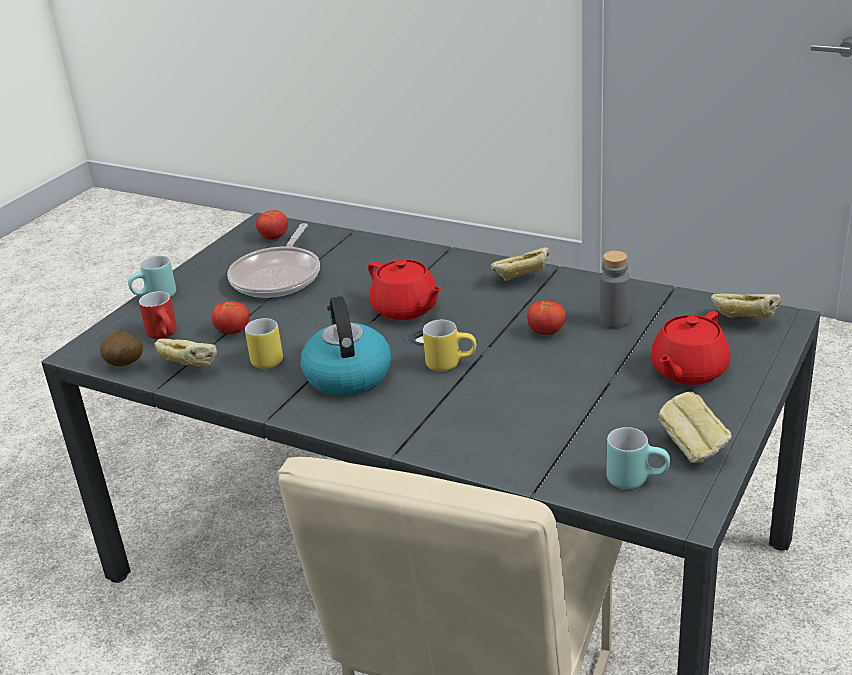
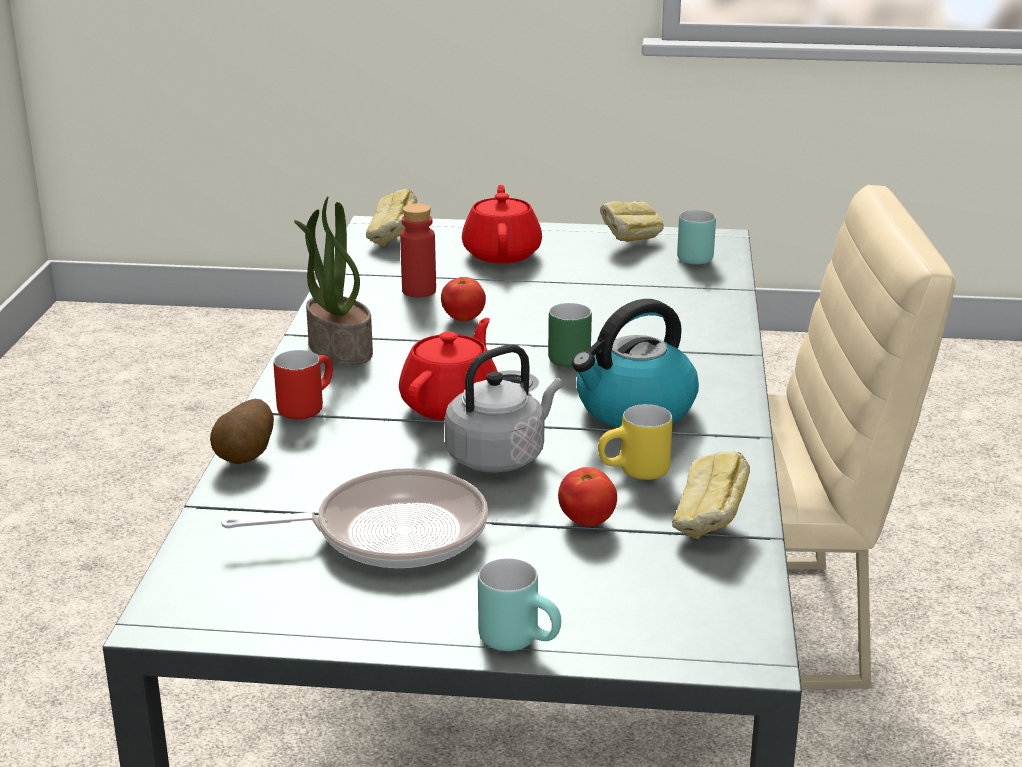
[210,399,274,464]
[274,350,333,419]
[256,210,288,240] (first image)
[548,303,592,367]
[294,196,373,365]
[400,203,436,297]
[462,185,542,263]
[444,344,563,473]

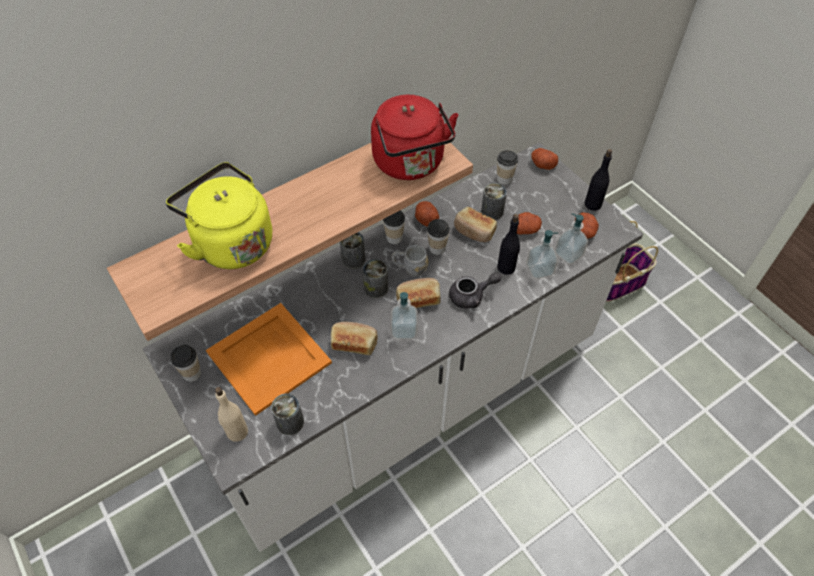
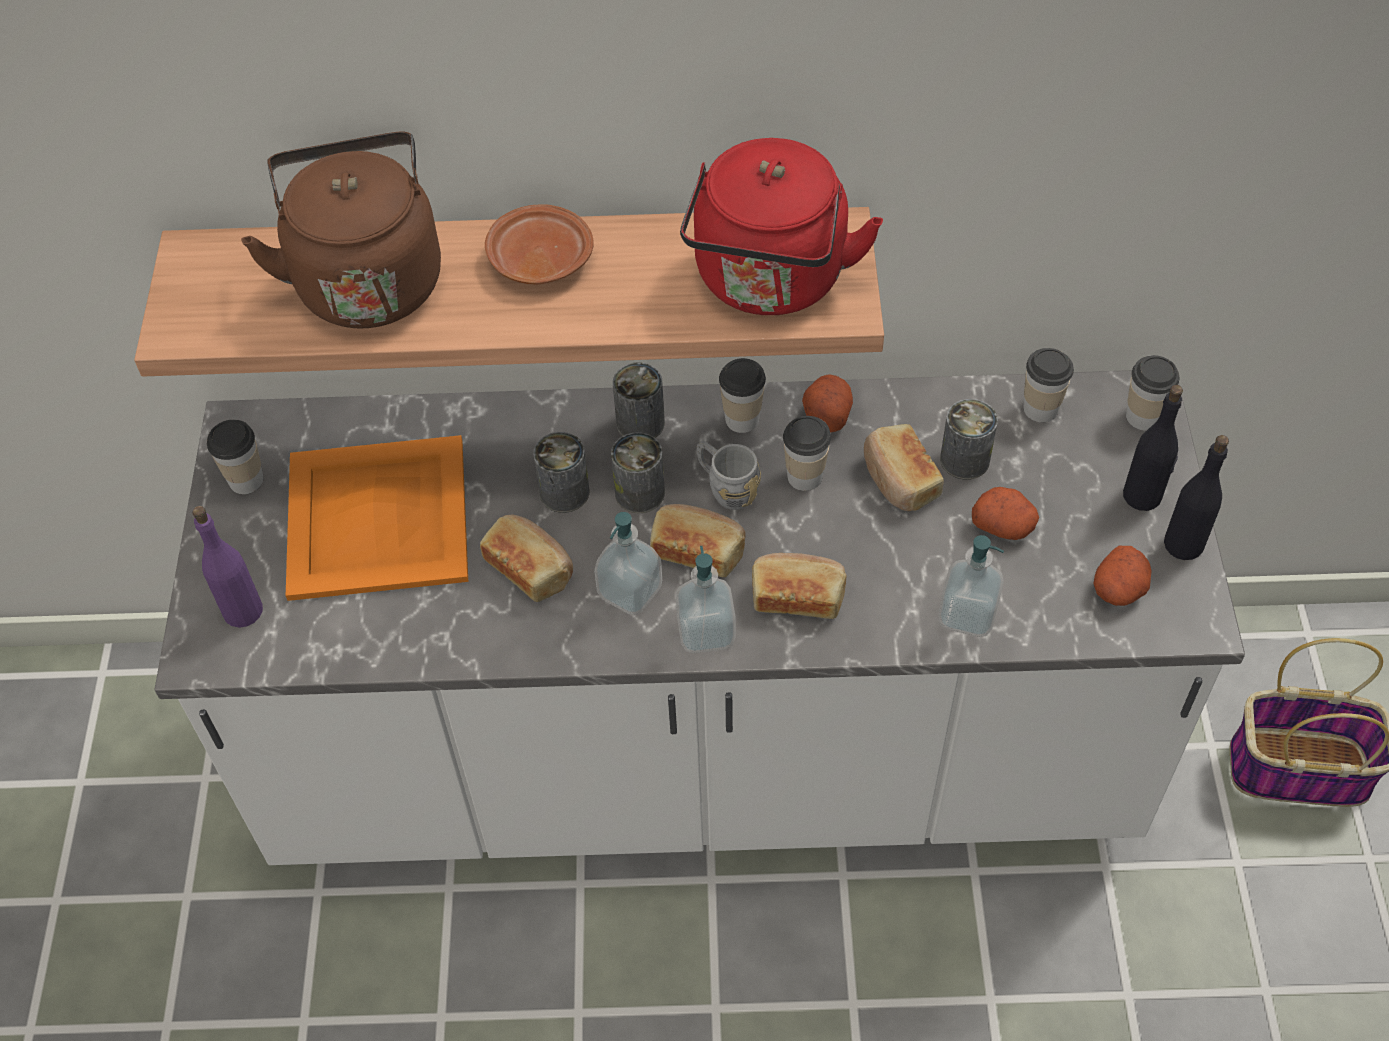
[241,132,441,329]
[192,506,263,628]
[533,432,590,513]
[752,553,846,619]
[1123,385,1183,511]
[1126,355,1179,430]
[676,546,736,653]
[485,204,594,285]

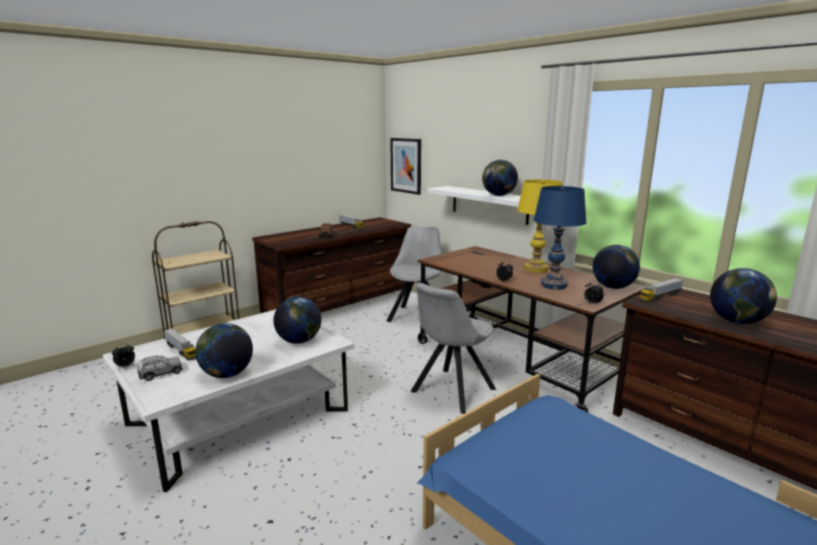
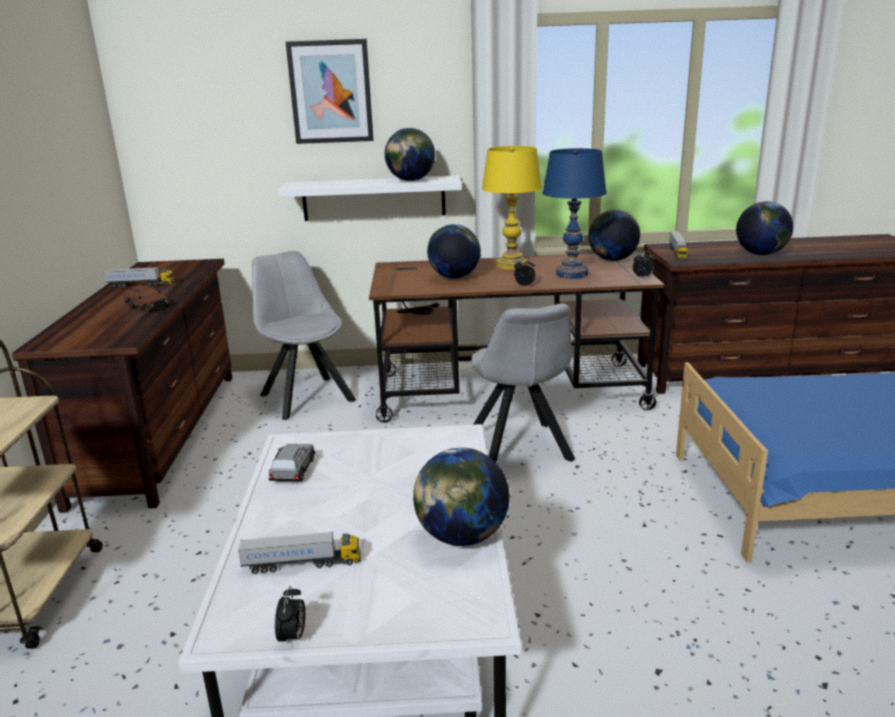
[269,444,315,481]
[427,224,481,279]
[286,39,374,144]

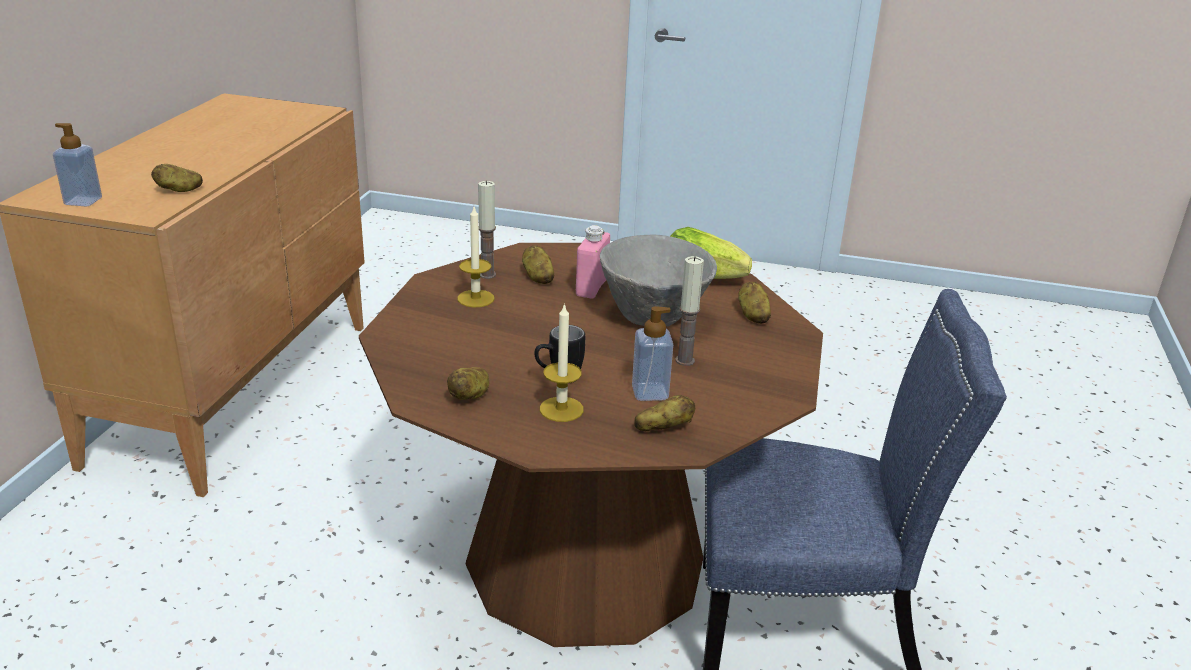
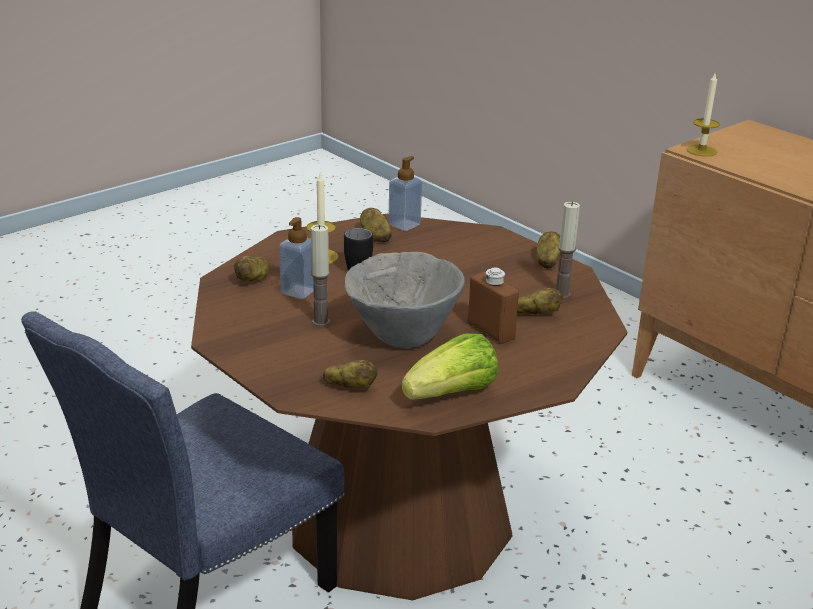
[388,156,422,231]
[536,231,560,269]
[686,74,720,157]
[468,268,519,344]

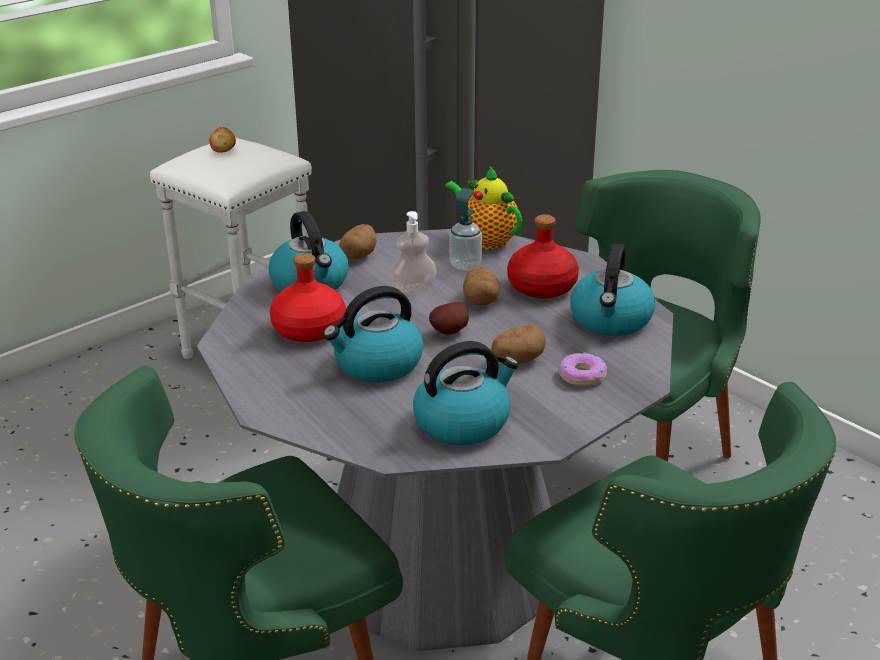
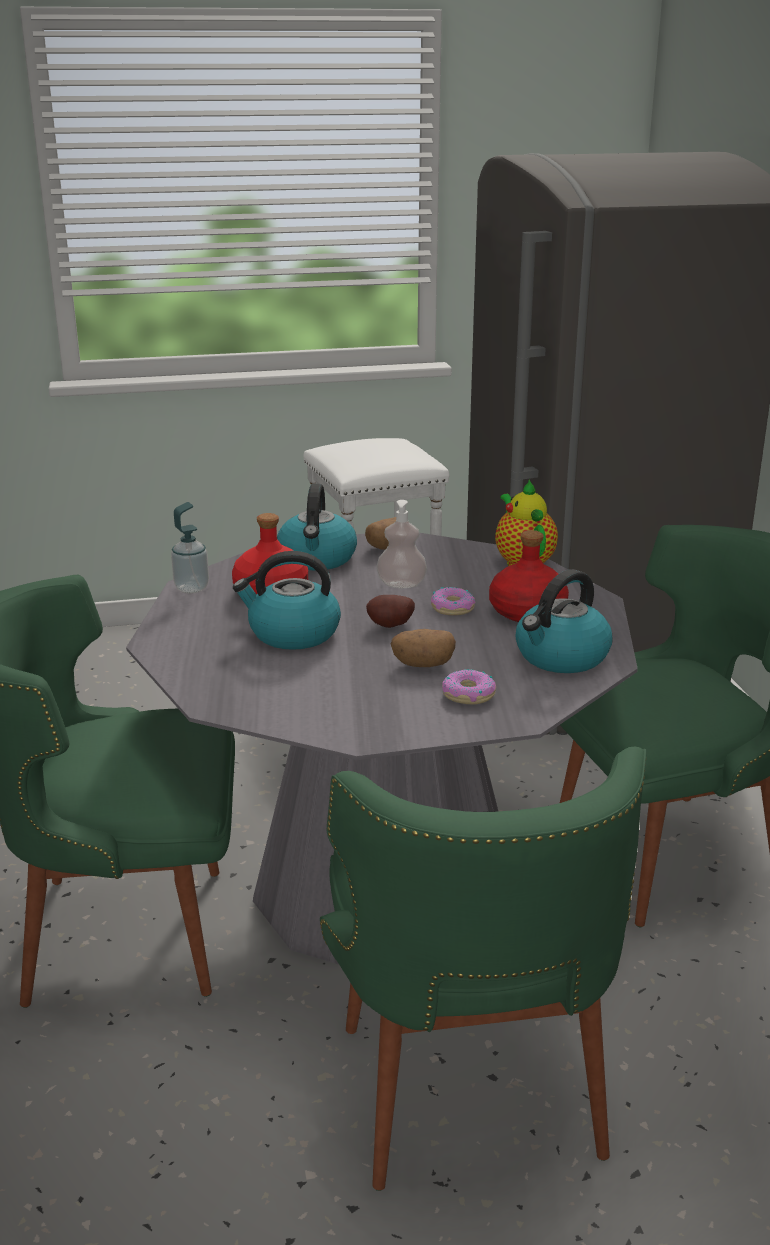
[210,127,236,153] (first image)
[413,341,519,446] (first image)
[171,502,209,593]
[431,587,475,615]

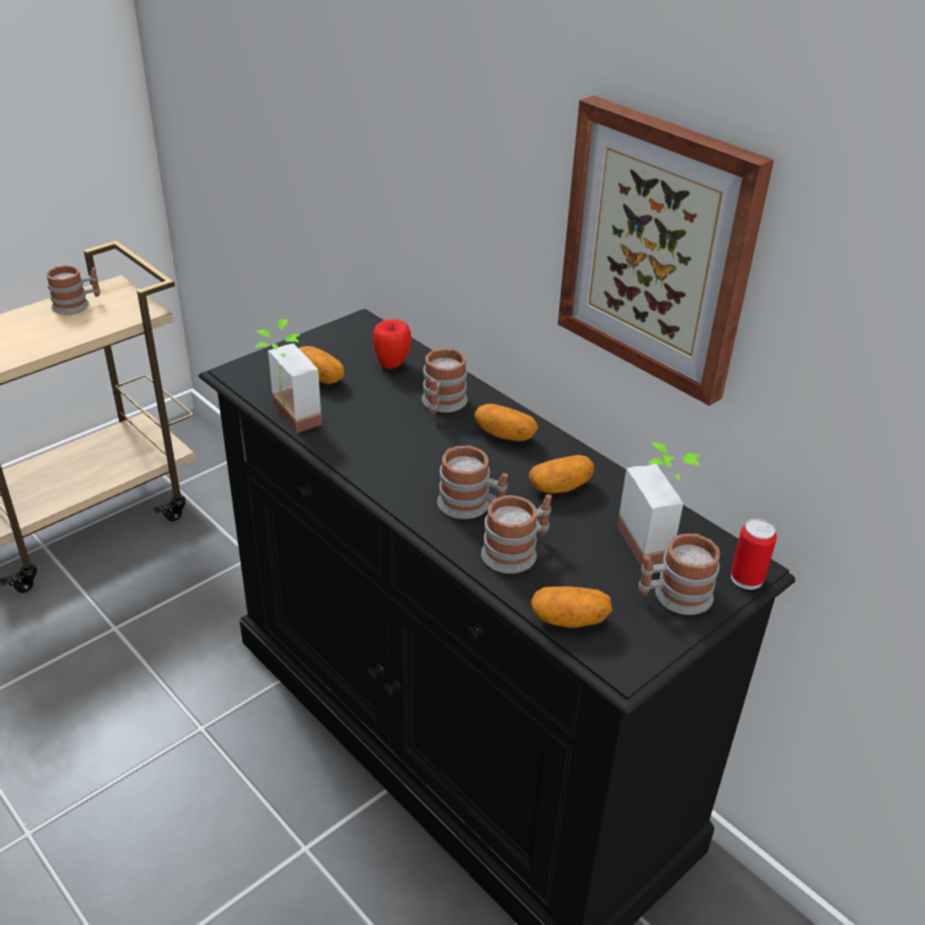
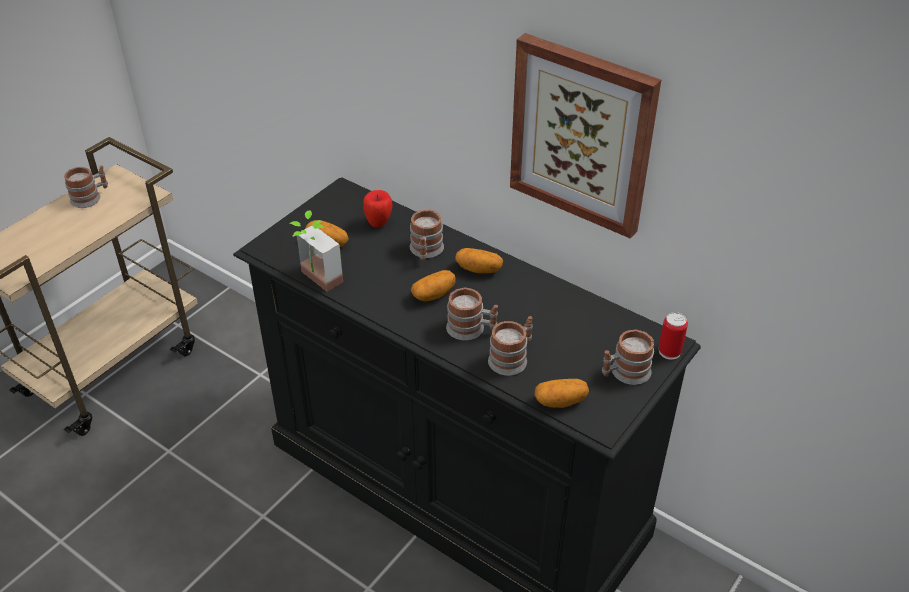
[411,270,456,301]
[617,443,700,567] (first image)

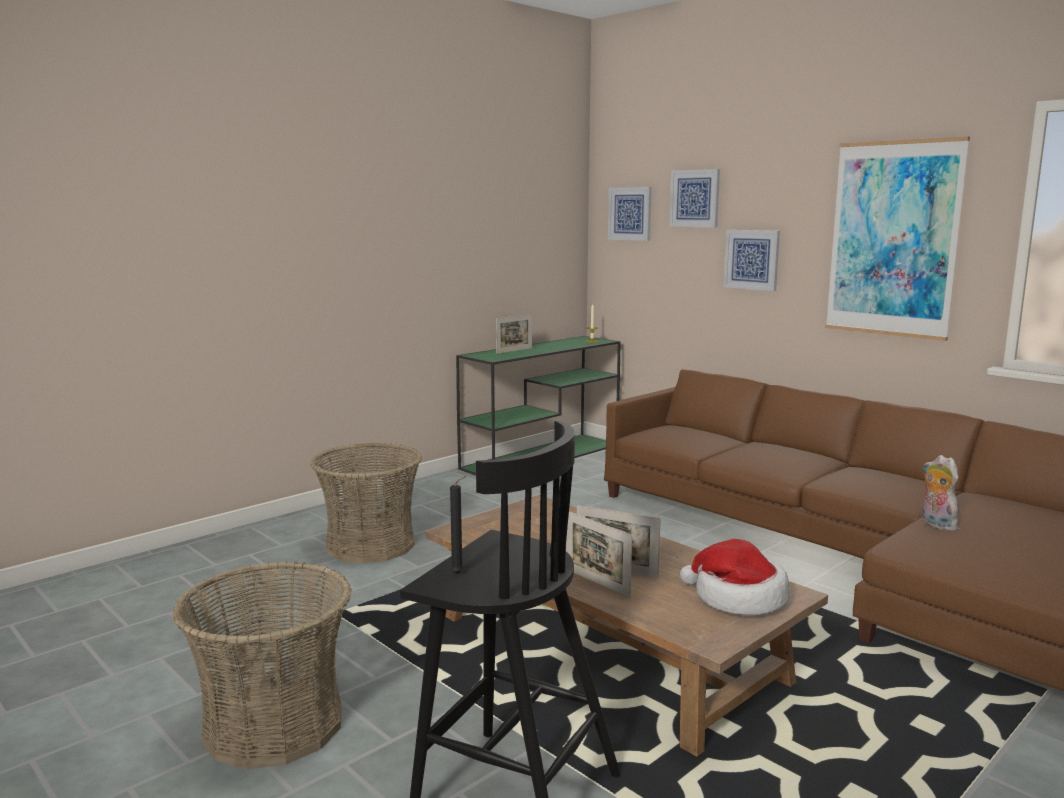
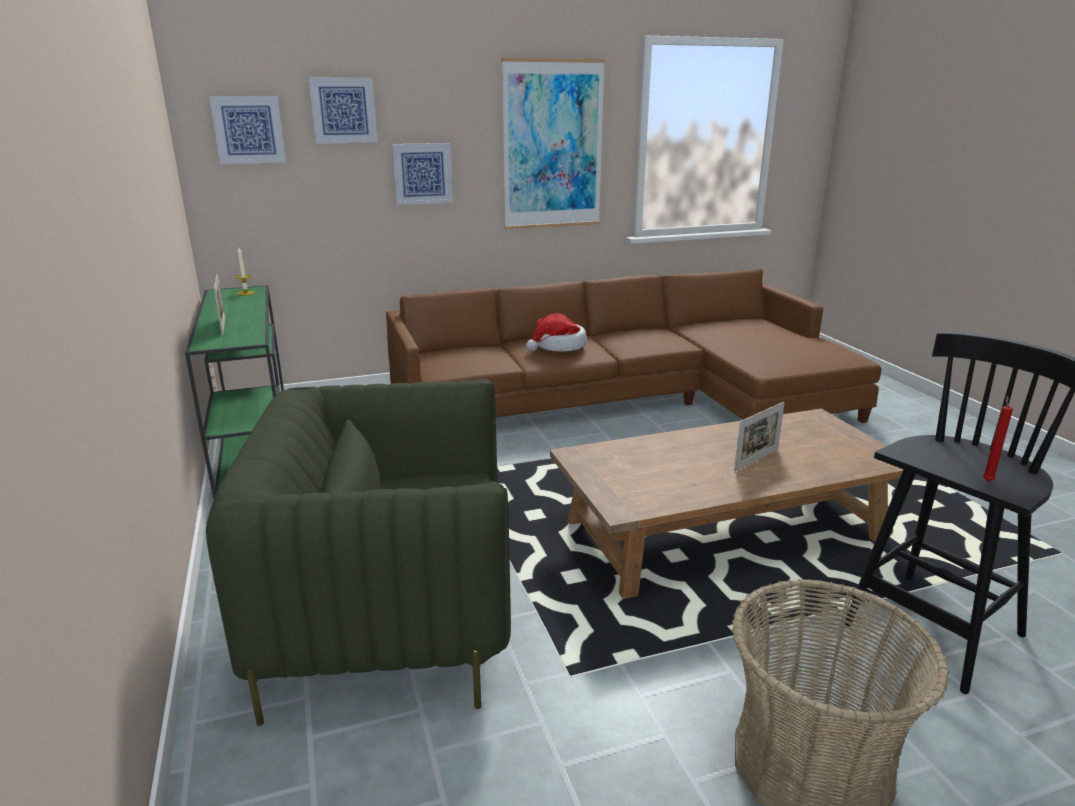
[206,379,511,726]
[983,396,1013,481]
[566,511,632,598] (first image)
[526,313,587,352]
[922,455,959,531] (first image)

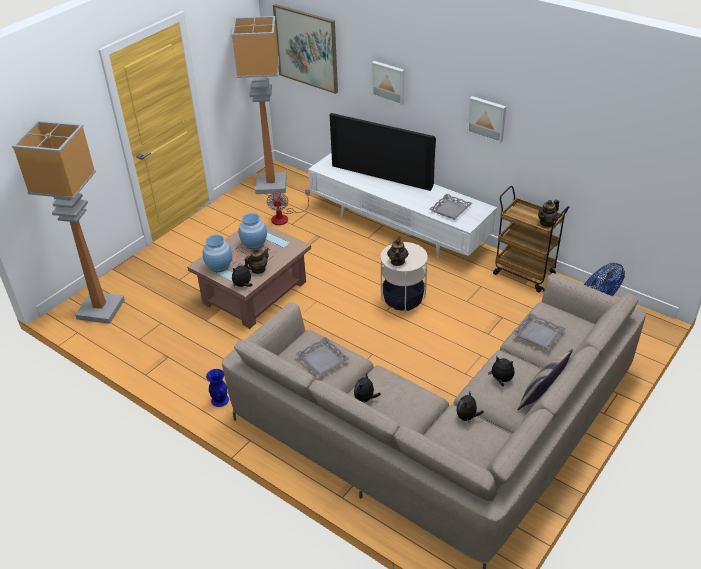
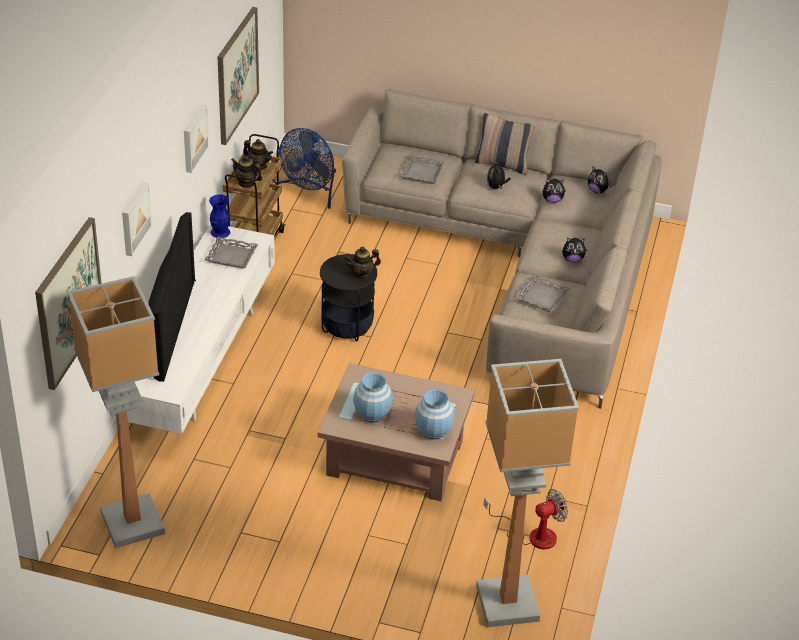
[209,194,230,238]
[588,167,612,193]
[231,156,262,188]
[483,489,568,549]
[320,254,377,341]
[218,7,259,145]

